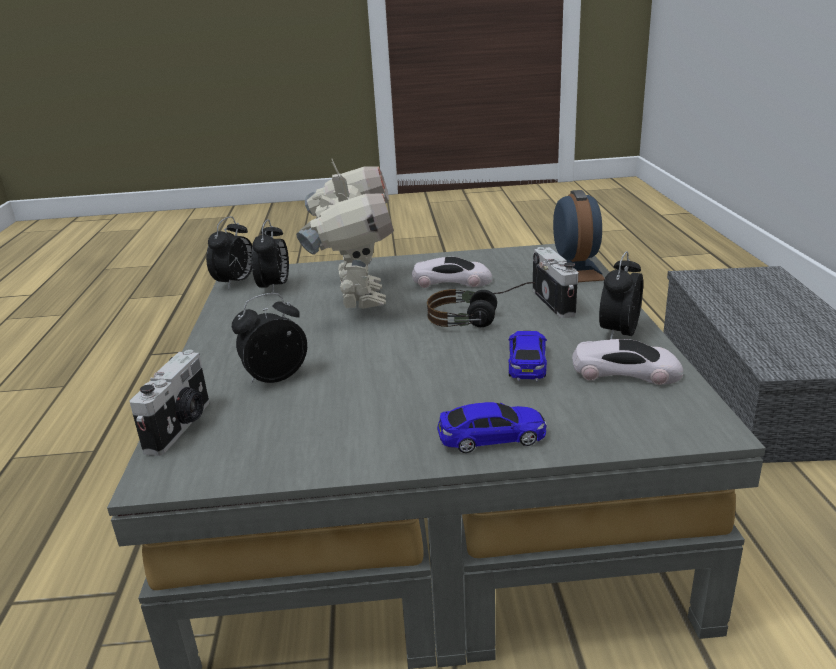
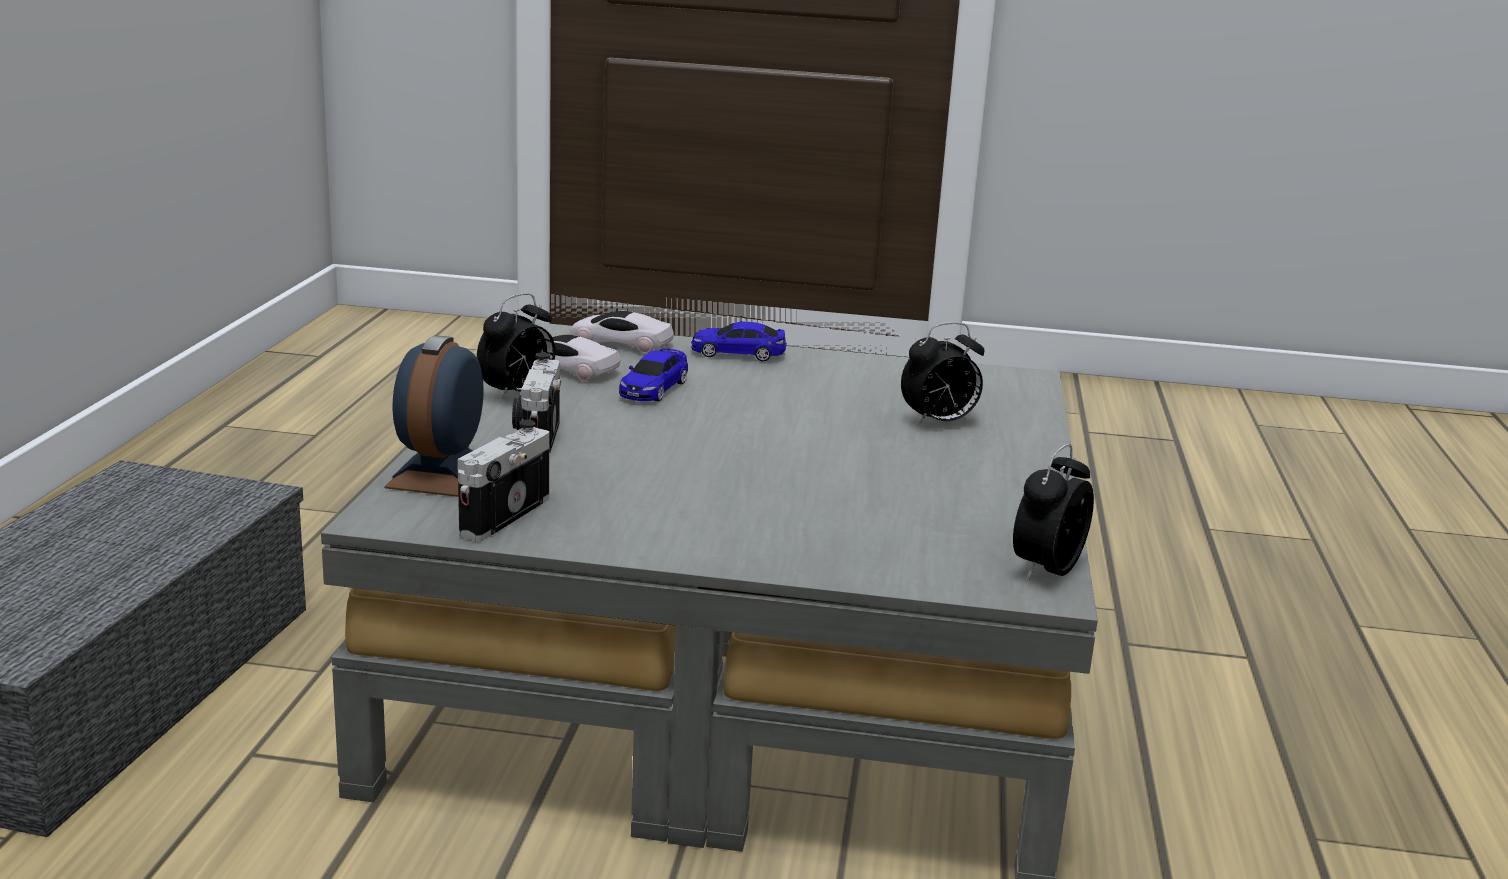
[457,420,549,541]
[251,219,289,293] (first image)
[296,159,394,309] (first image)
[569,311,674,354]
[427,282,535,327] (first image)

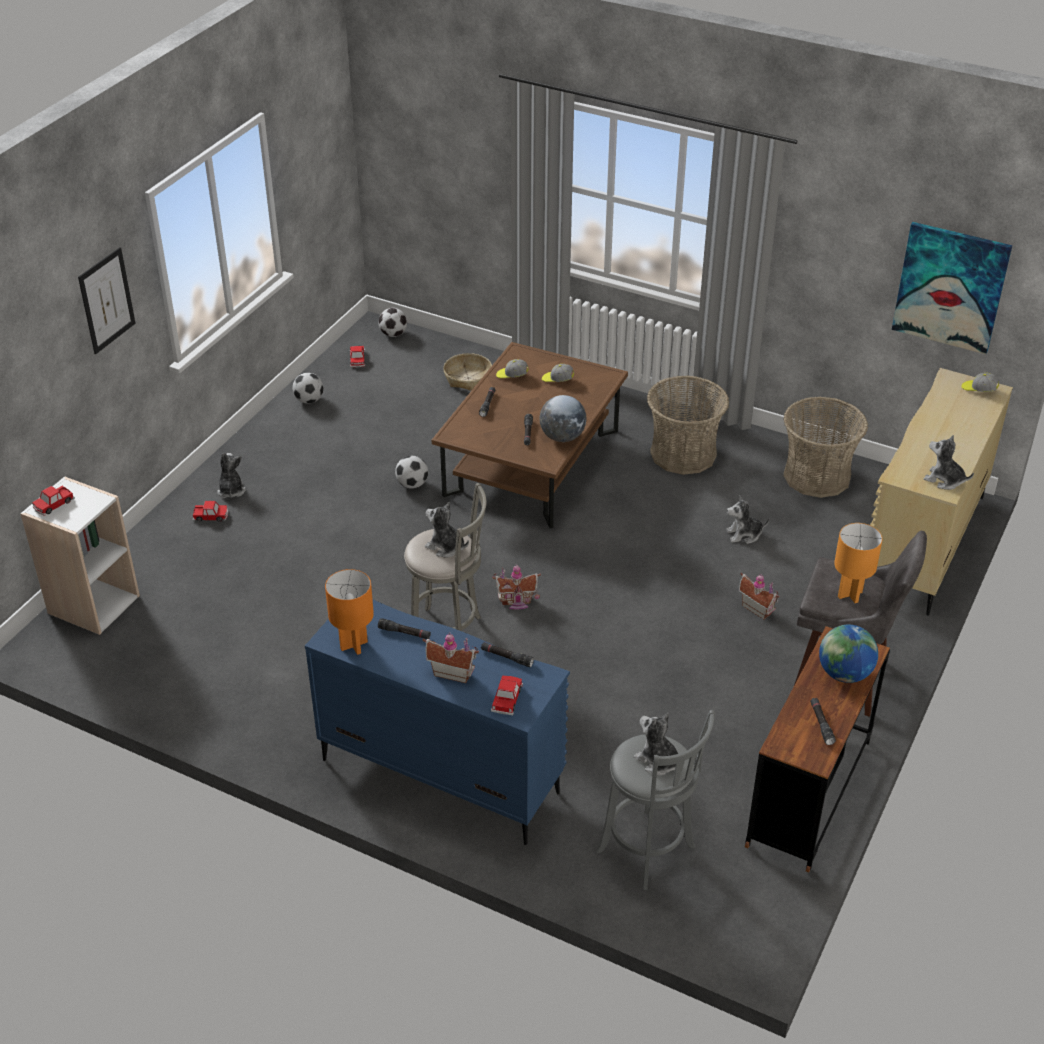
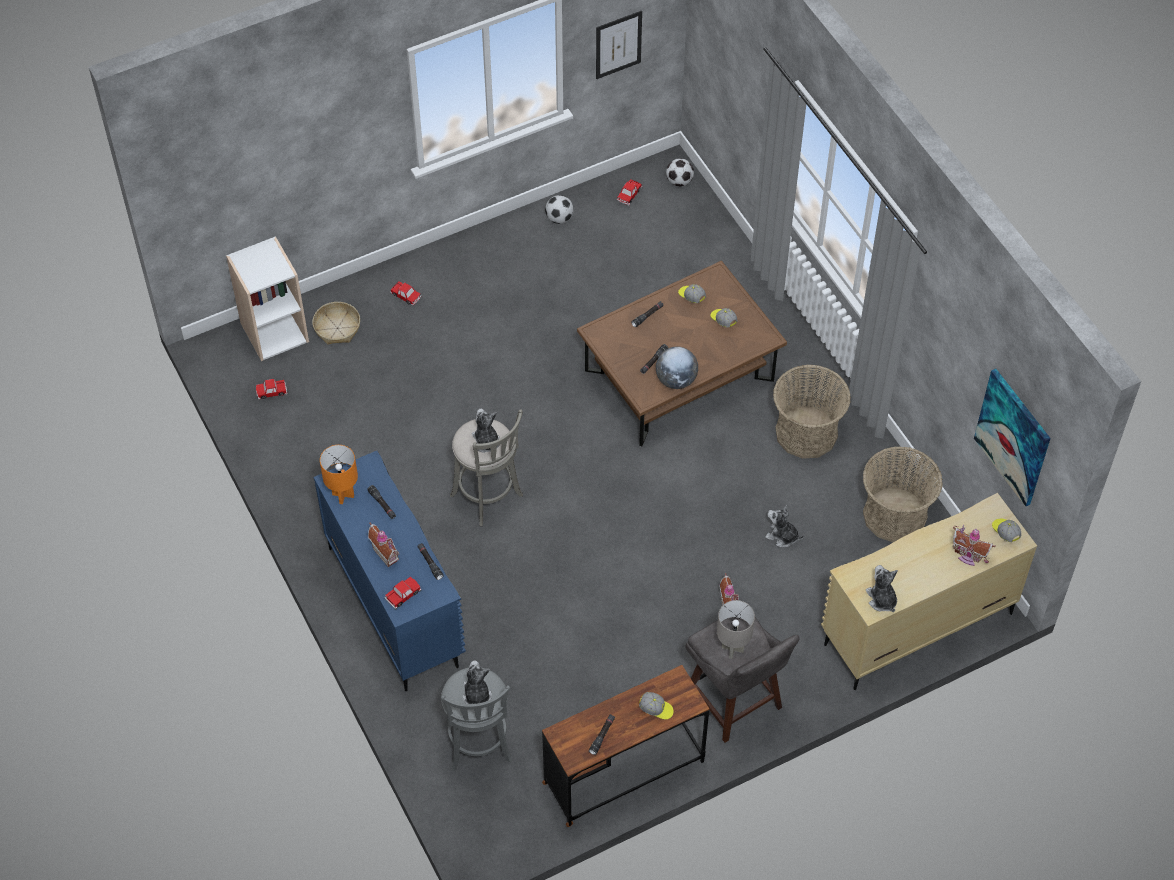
[256,379,287,399]
[596,10,642,79]
[217,453,246,498] (first image)
[395,456,428,489] (first image)
[312,302,360,345]
[953,524,996,566]
[639,692,674,720]
[717,600,755,659]

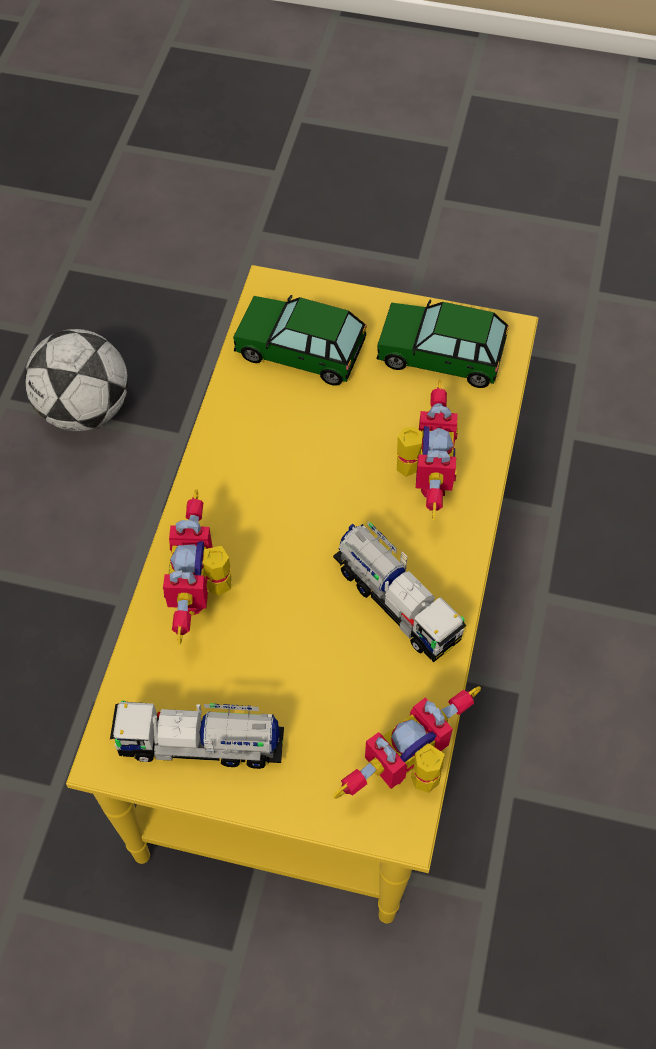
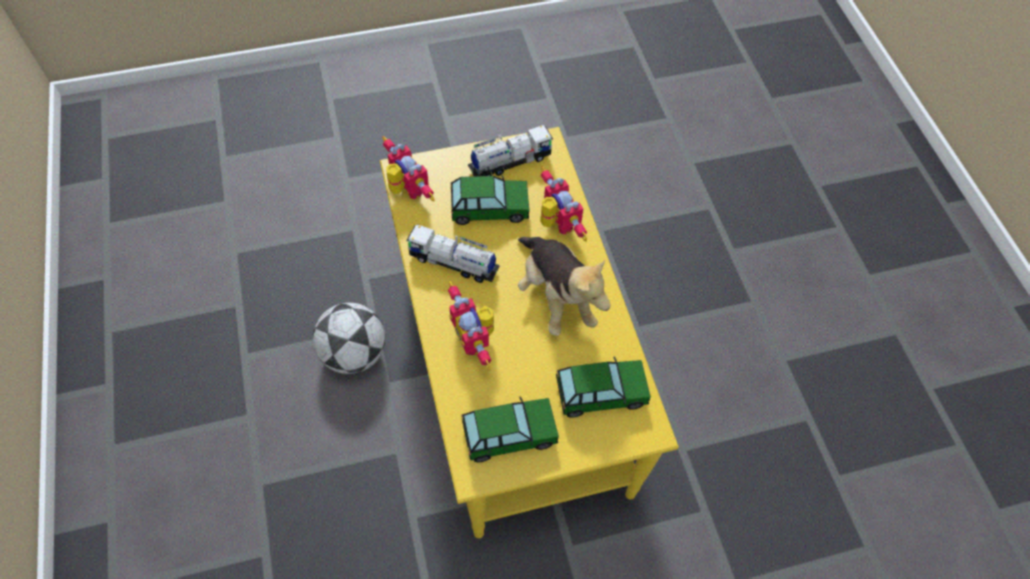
[313,303,385,374]
[382,136,435,202]
[450,175,529,225]
[518,237,611,336]

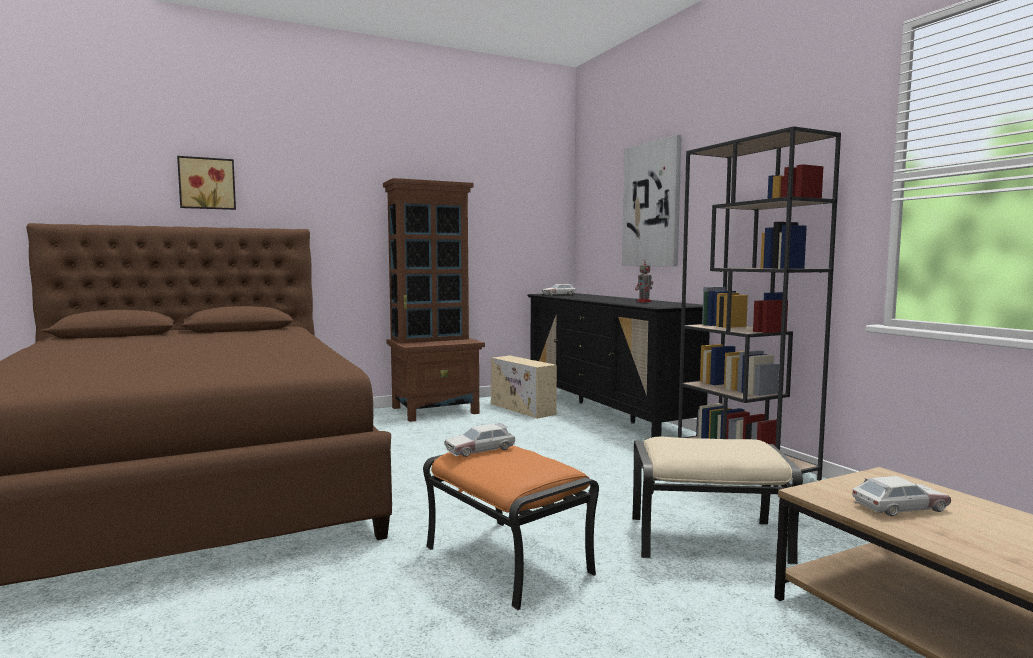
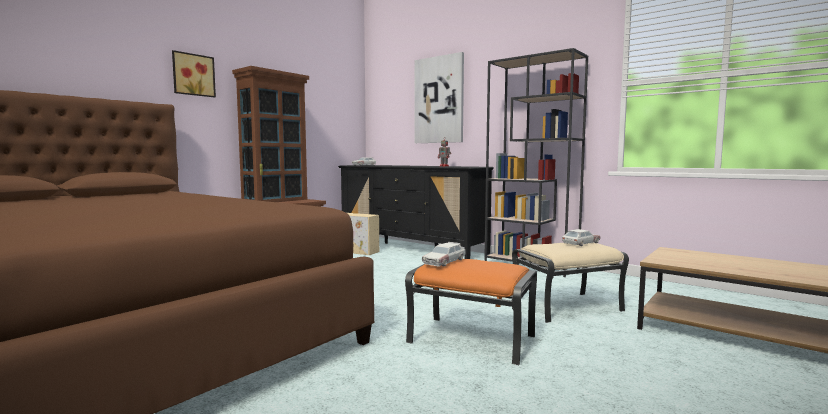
[172,50,216,97]
[562,229,601,246]

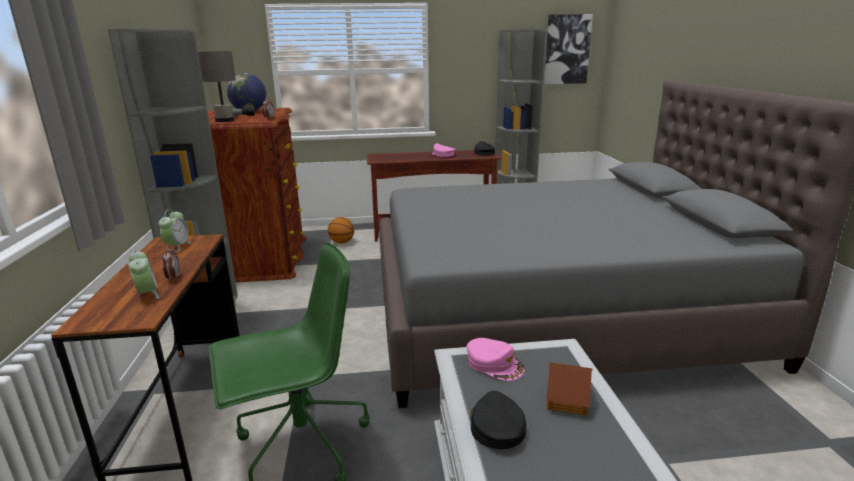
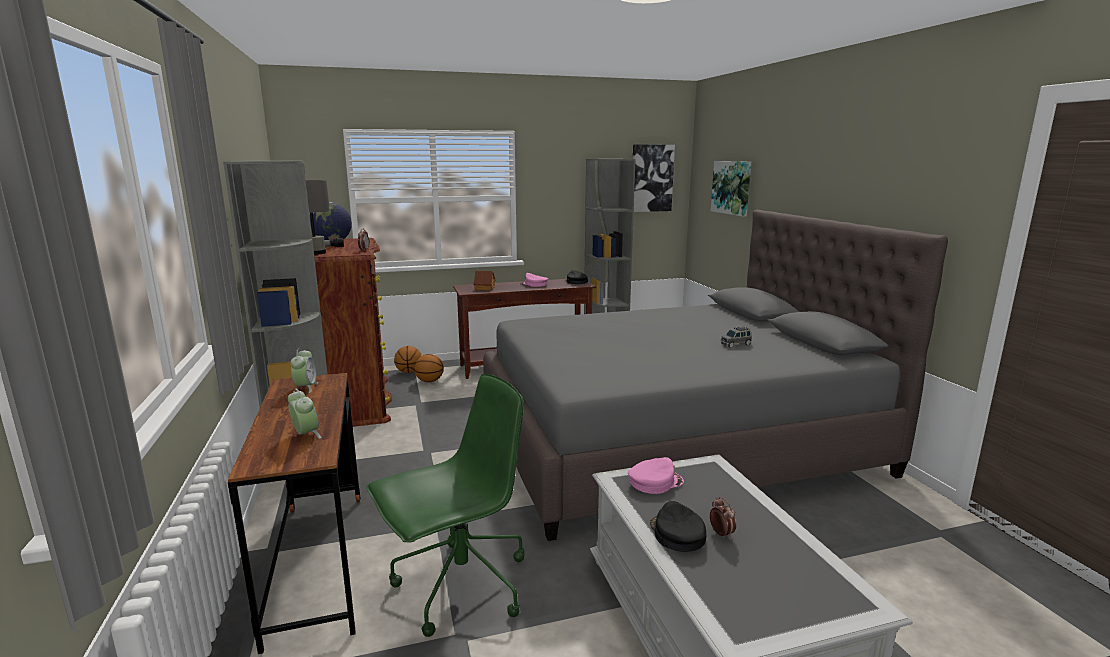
[710,497,736,539]
[628,457,684,494]
[474,271,496,291]
[394,346,422,373]
[711,161,751,217]
[721,327,752,348]

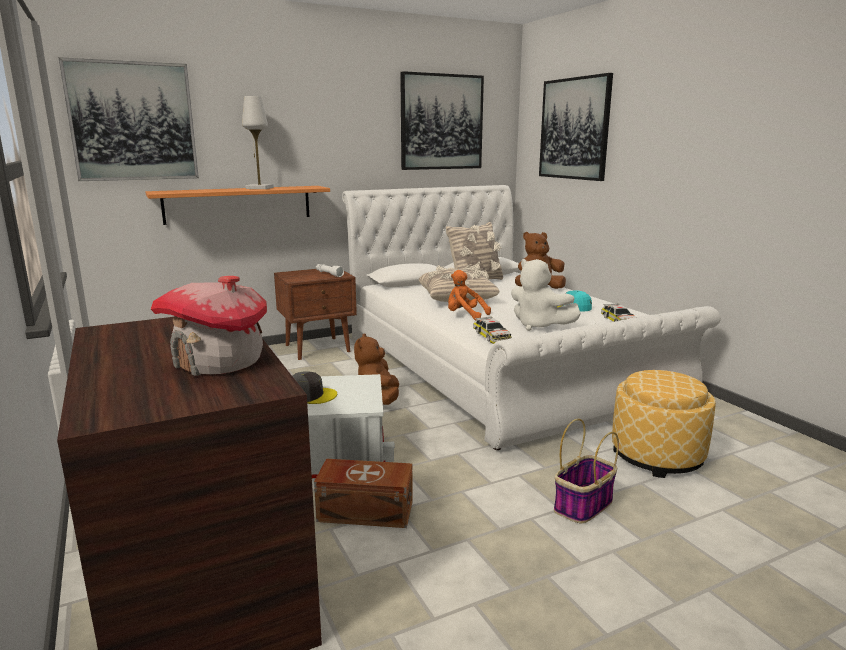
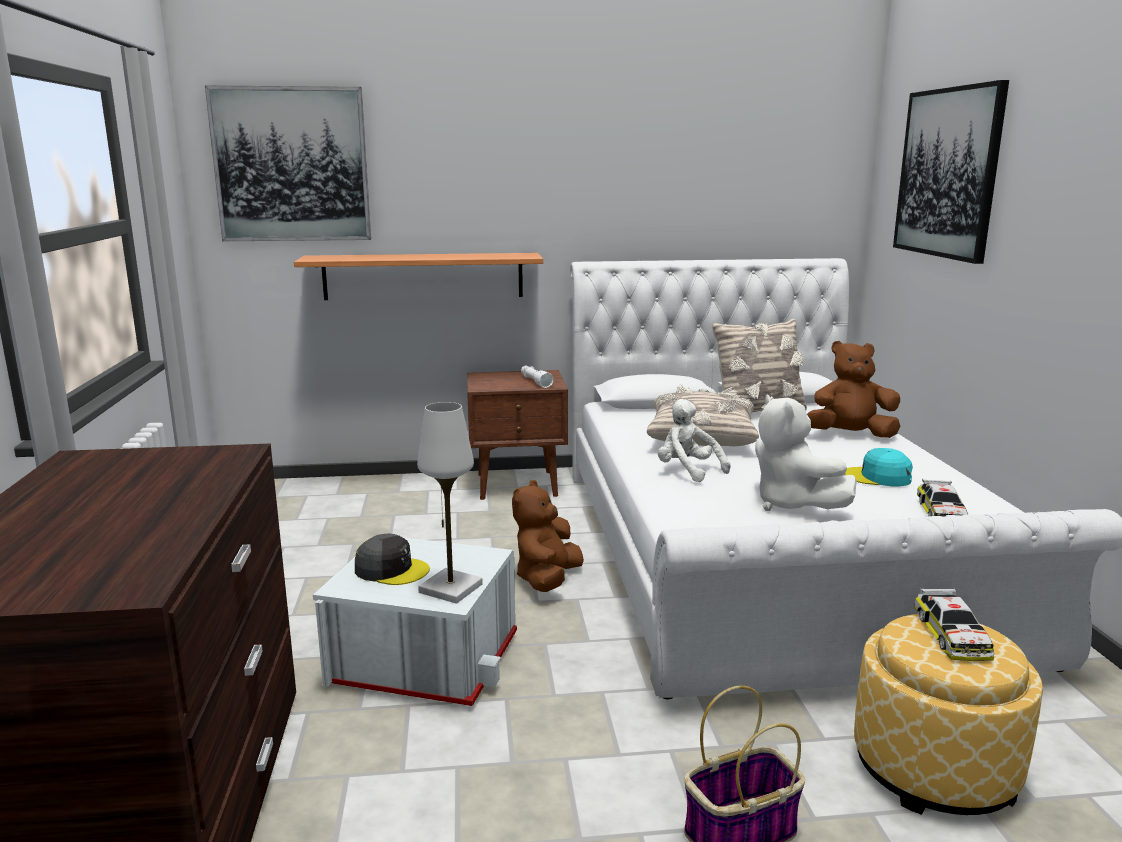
[151,276,267,376] (first image)
[417,402,483,604]
[314,459,413,528] (first image)
[400,71,484,170] (first image)
[658,399,731,482]
[914,588,994,661]

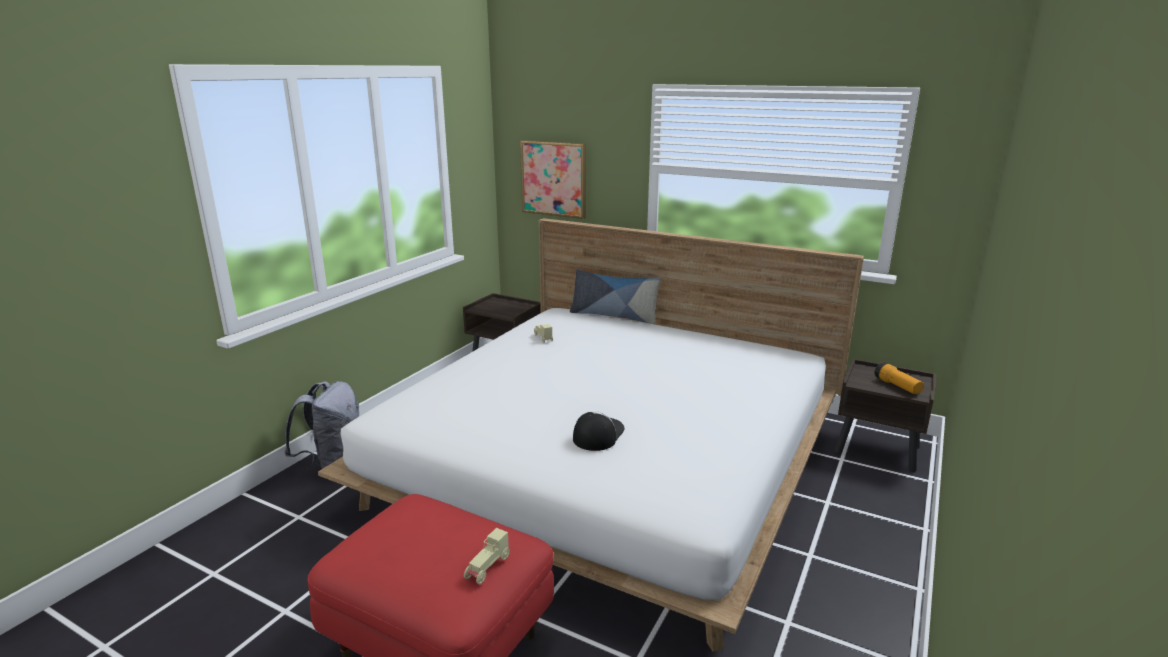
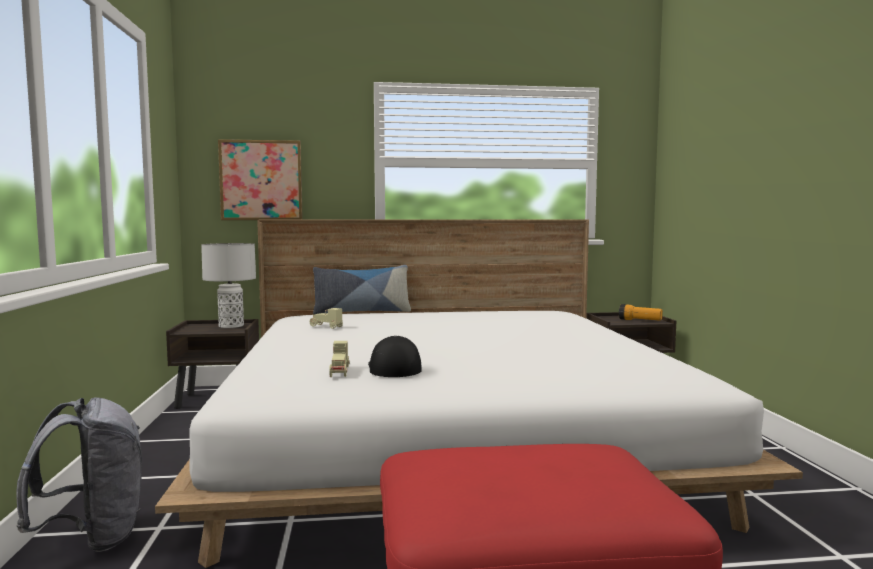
[329,341,350,377]
[368,335,422,377]
[201,243,256,328]

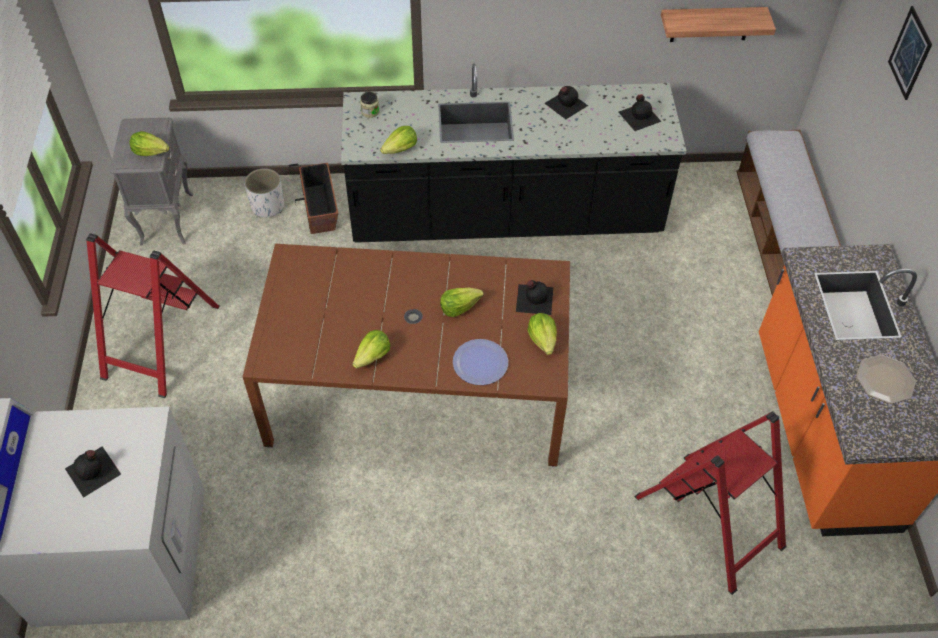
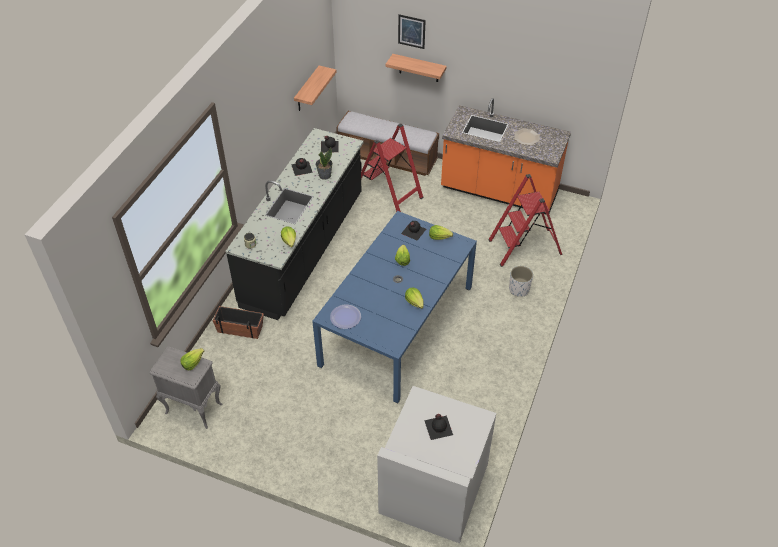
[361,123,424,212]
[312,211,477,403]
[509,266,533,297]
[330,305,361,329]
[316,147,333,180]
[386,54,447,82]

